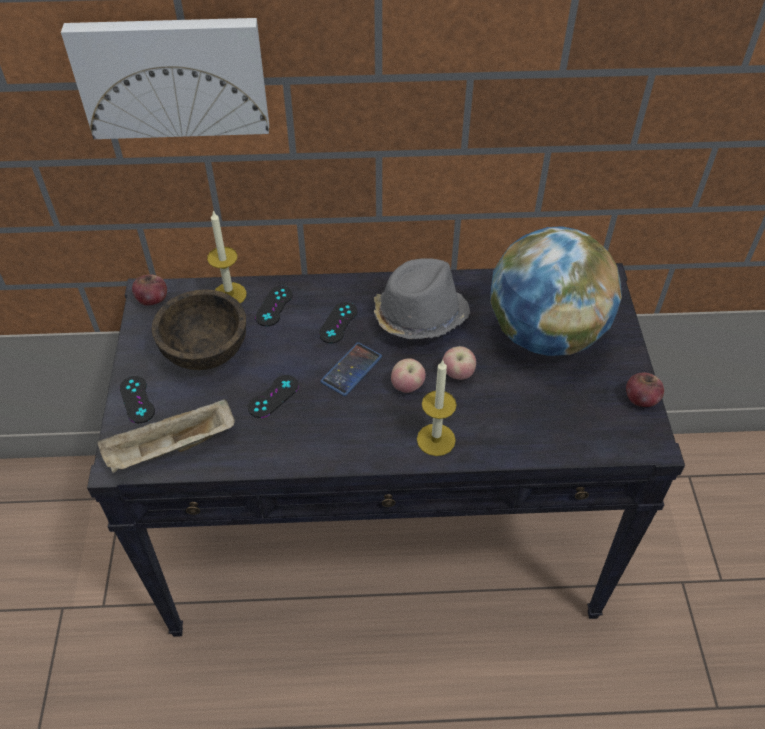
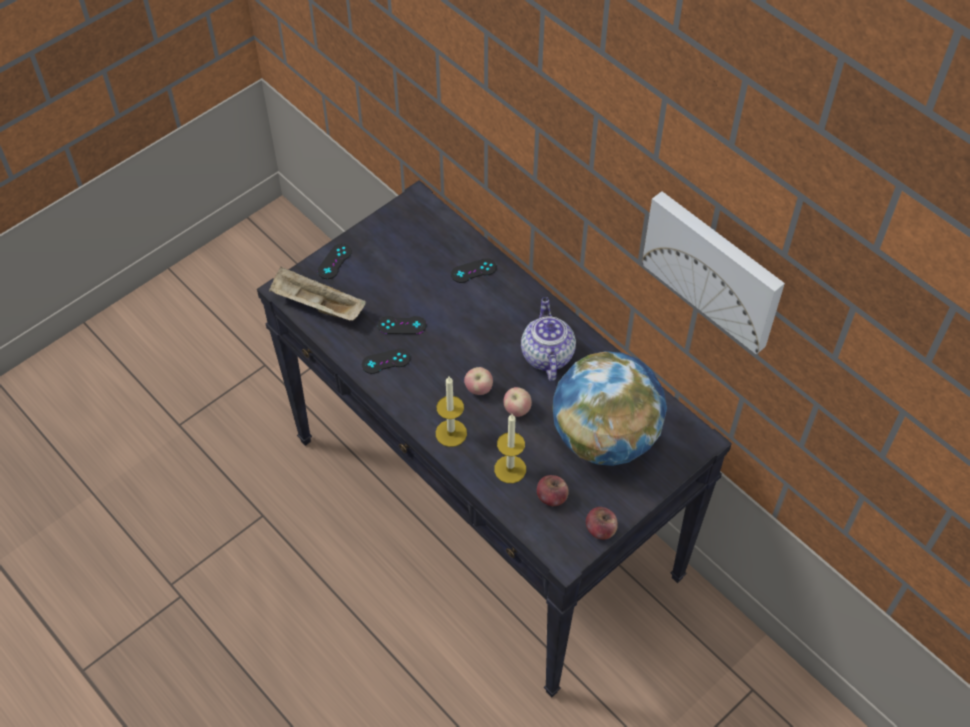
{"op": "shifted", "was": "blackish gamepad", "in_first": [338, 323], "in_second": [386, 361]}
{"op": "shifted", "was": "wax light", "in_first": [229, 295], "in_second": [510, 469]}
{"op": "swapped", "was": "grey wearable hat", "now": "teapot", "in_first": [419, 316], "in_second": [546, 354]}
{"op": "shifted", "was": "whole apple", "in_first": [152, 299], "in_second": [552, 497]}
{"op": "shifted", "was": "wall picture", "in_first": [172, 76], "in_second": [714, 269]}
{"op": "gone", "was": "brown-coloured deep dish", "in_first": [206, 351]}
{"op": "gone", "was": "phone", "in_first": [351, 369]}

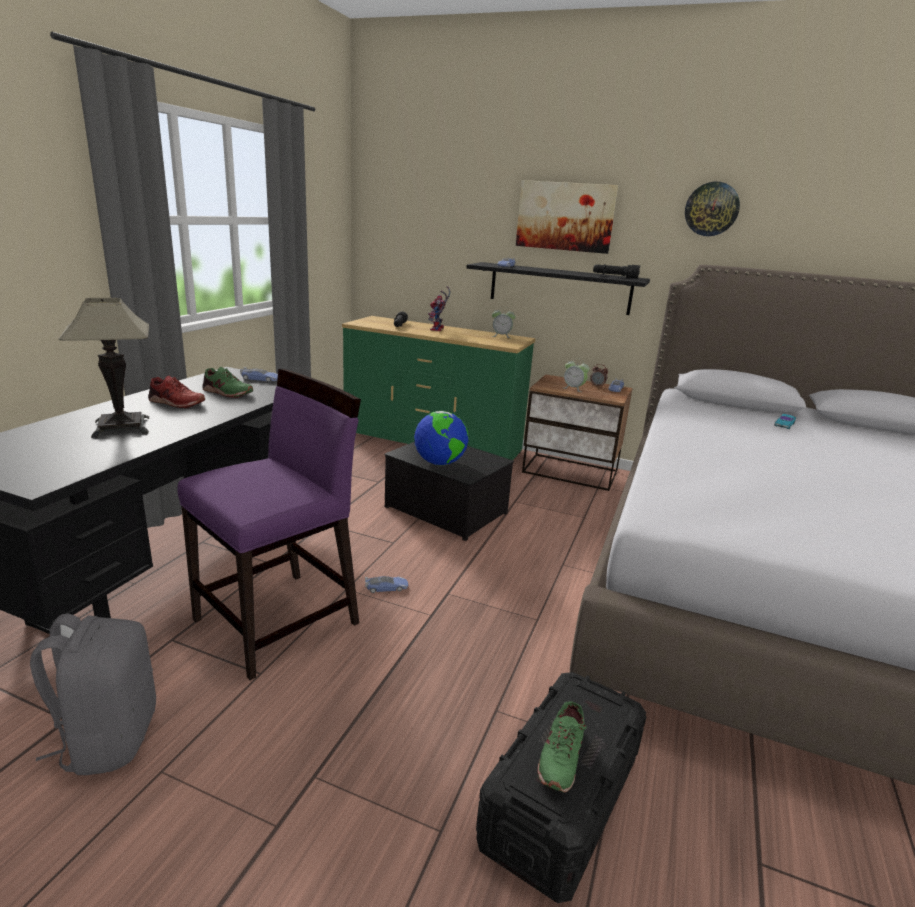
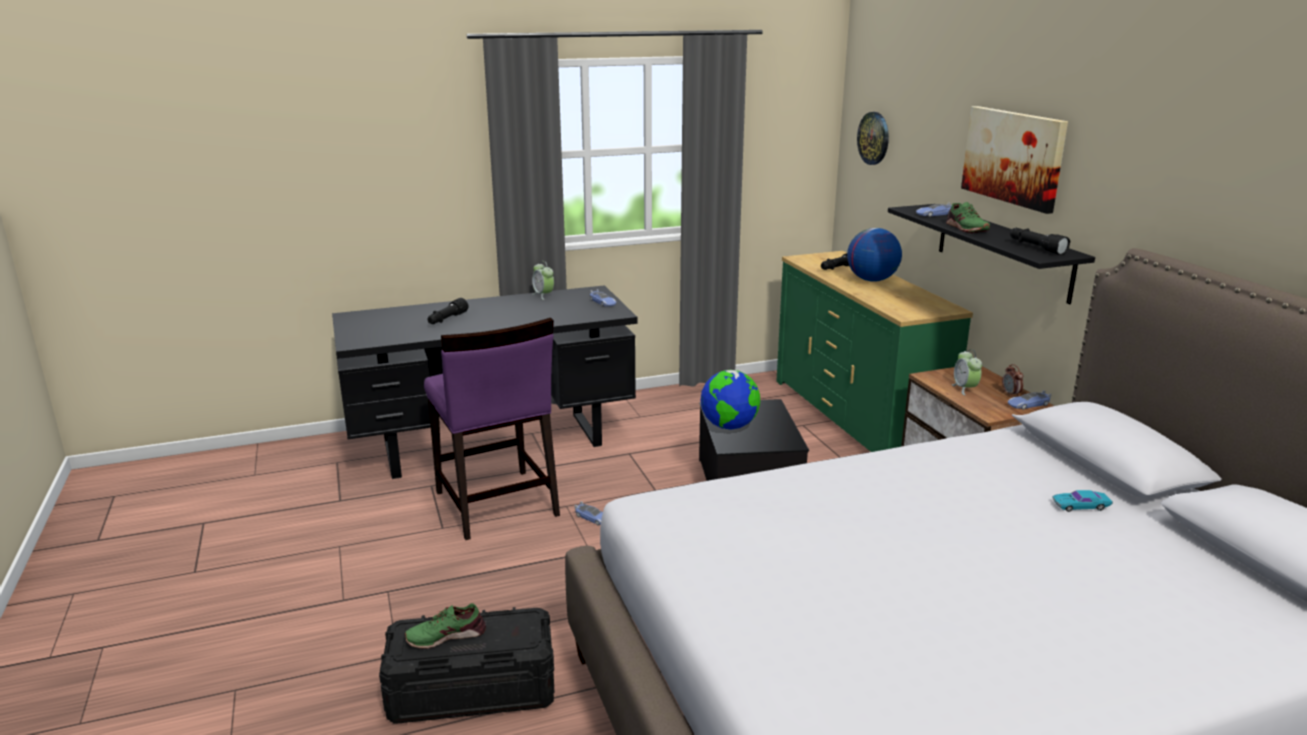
{"op": "rotated", "was": "purple-coloured plain chair", "in_first": [279, 621], "in_second": [496, 504], "clockwise": 60}
{"op": "swapped", "was": "table lamp", "now": "blackish flashlight", "in_first": [121, 427], "in_second": [447, 319]}
{"op": "shifted", "was": "bedside clock", "in_first": [501, 336], "in_second": [543, 295]}
{"op": "swapped", "was": "robot figure", "now": "desk globe", "in_first": [438, 329], "in_second": [871, 280]}
{"op": "shifted", "was": "clock on the wall", "in_first": [711, 209], "in_second": [874, 138]}
{"op": "shifted", "was": "greenish shoe", "in_first": [226, 392], "in_second": [966, 228]}
{"op": "gone", "was": "grey backpack", "in_first": [109, 738]}
{"op": "gone", "was": "reddish shoe", "in_first": [176, 402]}

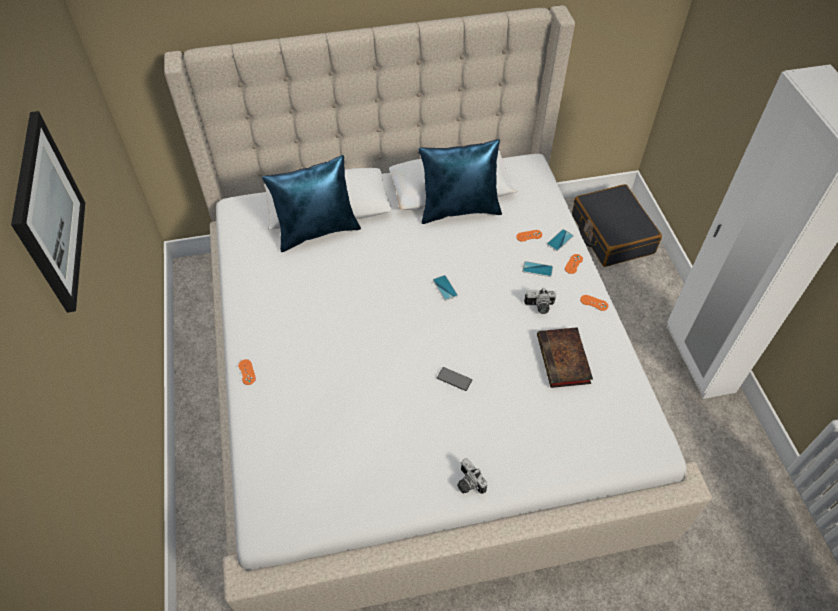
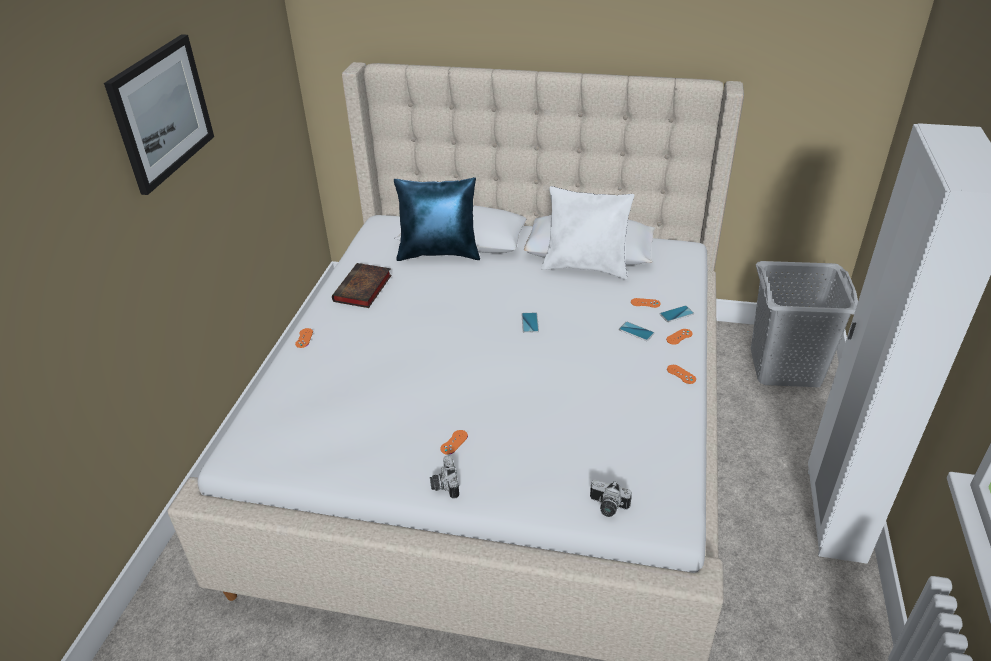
{"op": "shifted", "was": "bound book", "in_first": [564, 361], "in_second": [362, 290]}
{"op": "new", "now": "orangey gamepad", "in_second": [454, 442]}
{"op": "repainted", "was": "blue cushion", "now": "white-coloured cushion", "in_first": [459, 209], "in_second": [586, 267]}
{"op": "shifted", "was": "still camera", "in_first": [539, 307], "in_second": [607, 507]}
{"op": "swapped", "was": "blackish travel case", "now": "grey laundry basket", "in_first": [611, 234], "in_second": [785, 368]}
{"op": "gone", "was": "phone", "in_first": [454, 379]}

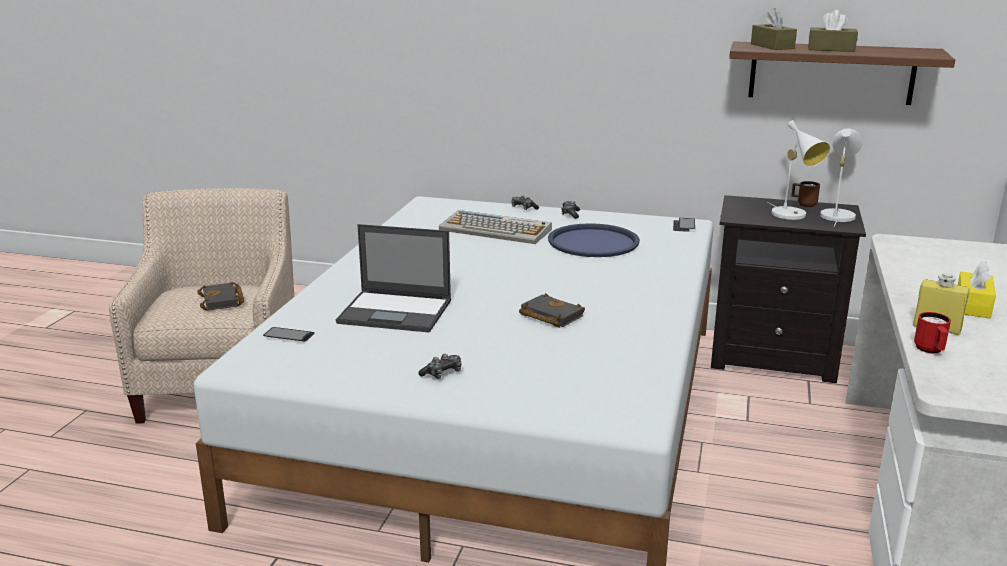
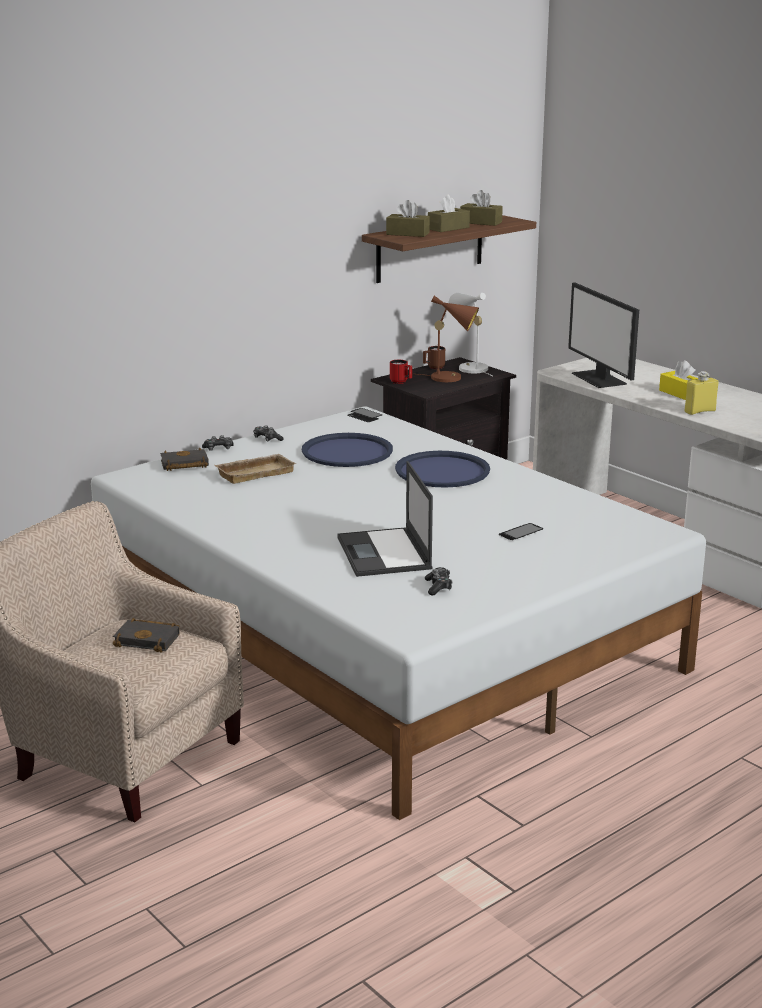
{"op": "shifted", "was": "blackish bound book", "in_first": [549, 316], "in_second": [183, 465]}
{"op": "swapped", "was": "PC keyboard", "now": "beige carrying tray", "in_first": [496, 229], "in_second": [255, 472]}
{"op": "rotated", "was": "portable computer", "in_first": [396, 312], "in_second": [384, 553], "clockwise": 120}
{"op": "shifted", "was": "reddish mug", "in_first": [930, 351], "in_second": [401, 382]}
{"op": "new", "now": "blue carrying tray", "in_second": [442, 471]}
{"op": "repainted", "was": "white-coloured table lamp", "now": "brown-coloured table lamp", "in_first": [792, 216], "in_second": [451, 378]}
{"op": "shifted", "was": "gamepad", "in_first": [442, 373], "in_second": [438, 587]}
{"op": "new", "now": "brown-coloured tissue box", "in_second": [481, 222]}
{"op": "shifted", "was": "phone", "in_first": [289, 336], "in_second": [520, 533]}
{"op": "new", "now": "computer screen", "in_second": [600, 379]}

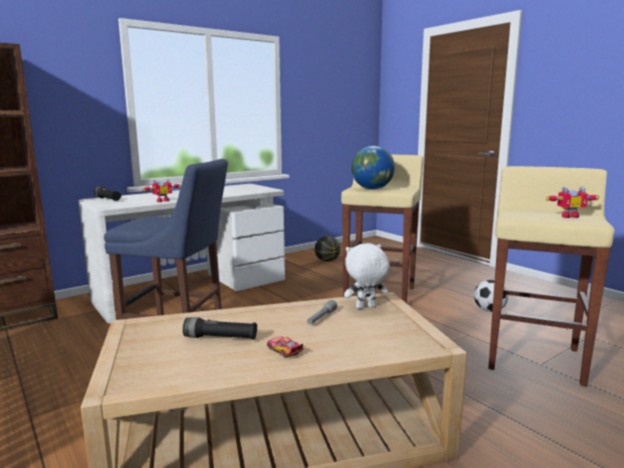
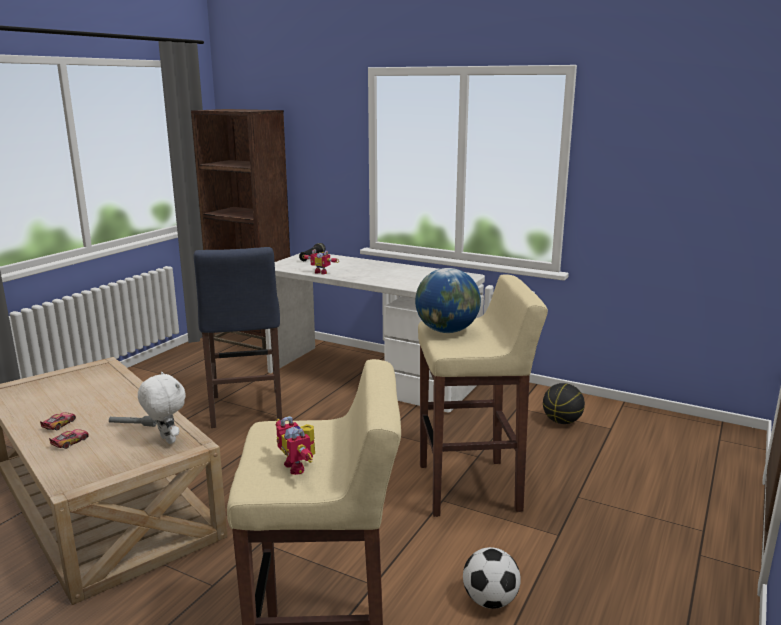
{"op": "new", "now": "toy car", "in_second": [70, 442]}
{"op": "gone", "was": "blackish flashlight", "in_first": [220, 338]}

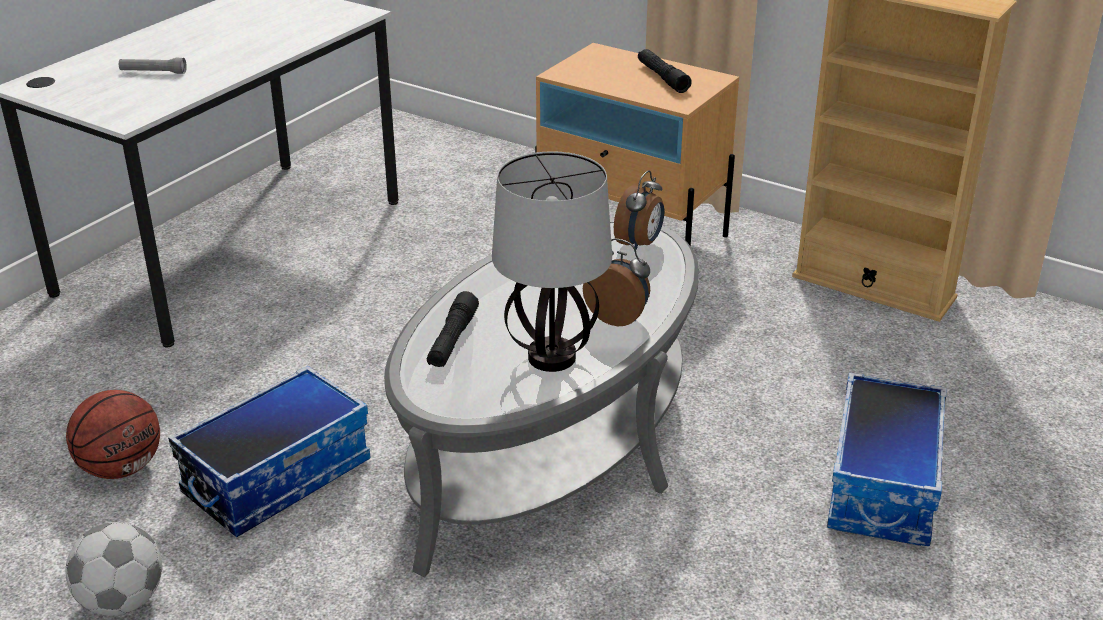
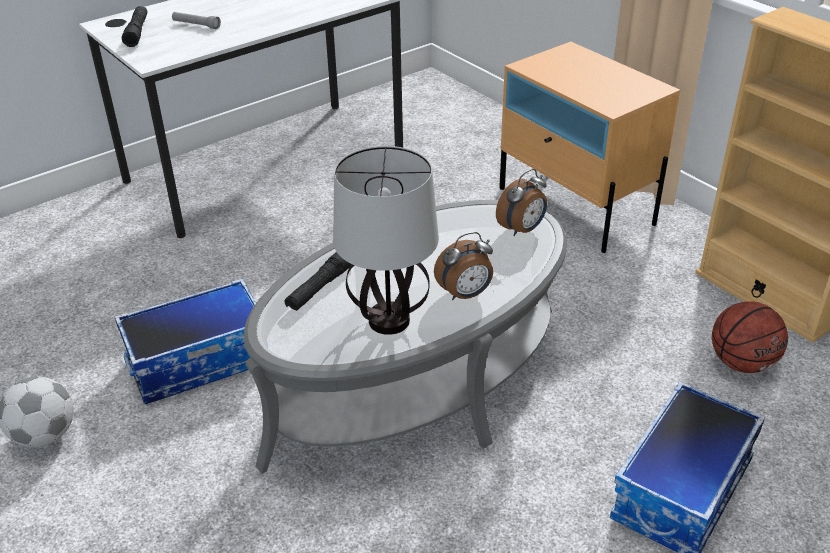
{"op": "shifted", "was": "blackish flashlight", "in_first": [662, 78], "in_second": [137, 32]}
{"op": "rotated", "was": "bedside clock", "in_first": [618, 317], "in_second": [465, 294], "clockwise": 105}
{"op": "shifted", "was": "basketball", "in_first": [122, 468], "in_second": [742, 363]}

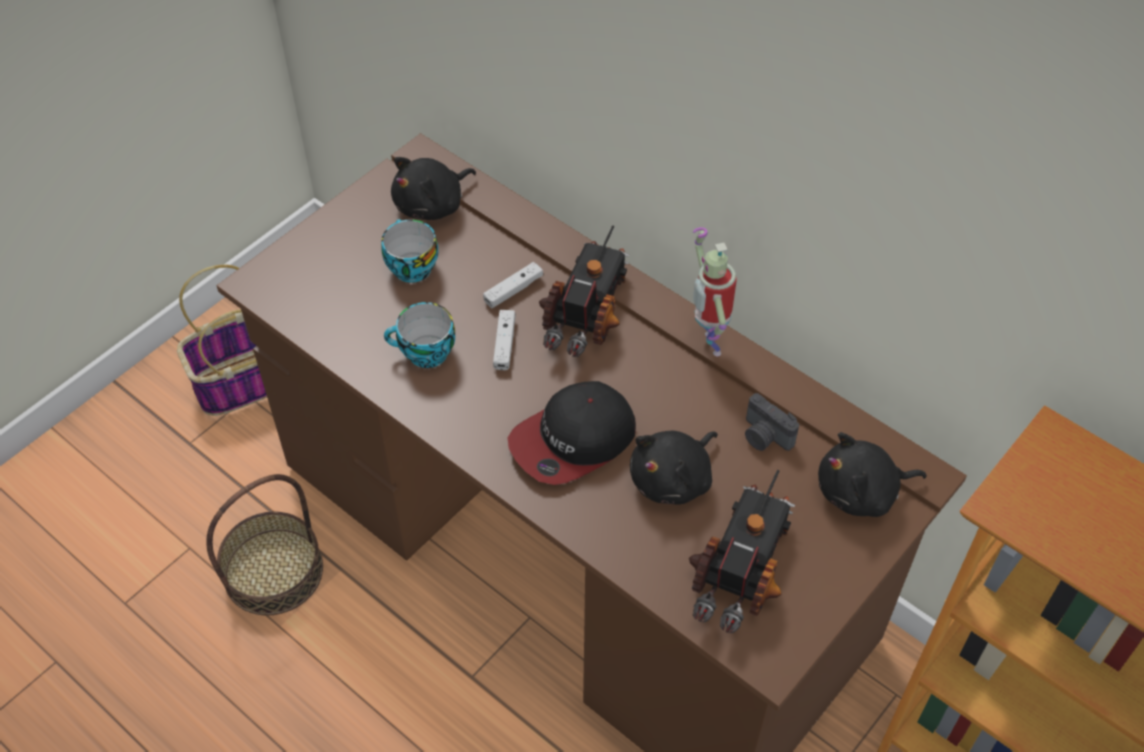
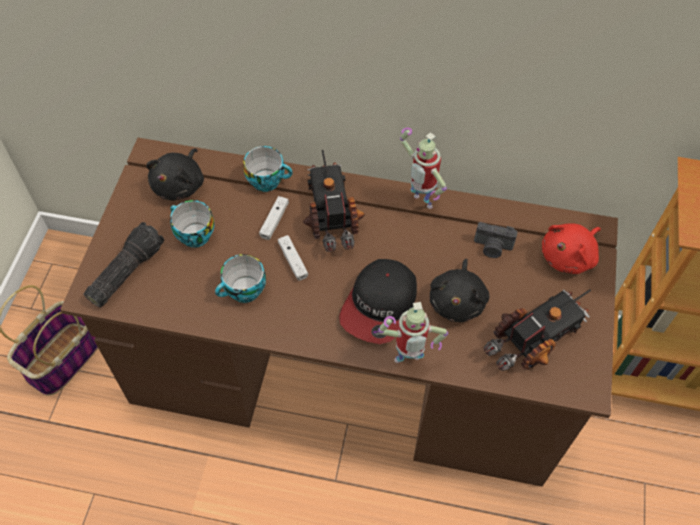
{"op": "new", "now": "flashlight", "in_second": [125, 271]}
{"op": "new", "now": "small cup", "in_second": [268, 180]}
{"op": "new", "now": "robot figure", "in_second": [407, 362]}
{"op": "rotated", "was": "toy truck", "in_first": [742, 569], "in_second": [534, 339], "clockwise": 60}
{"op": "repainted", "was": "blackish soft toy", "now": "reddish soft toy", "in_first": [861, 492], "in_second": [569, 256]}
{"op": "gone", "was": "basket", "in_first": [273, 571]}

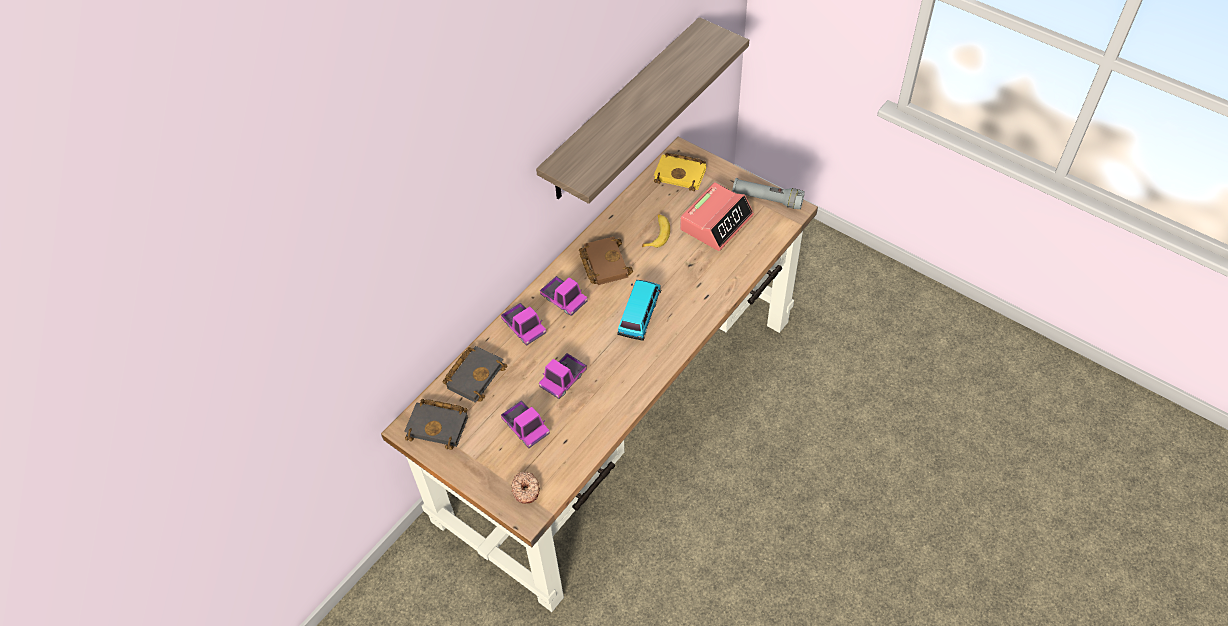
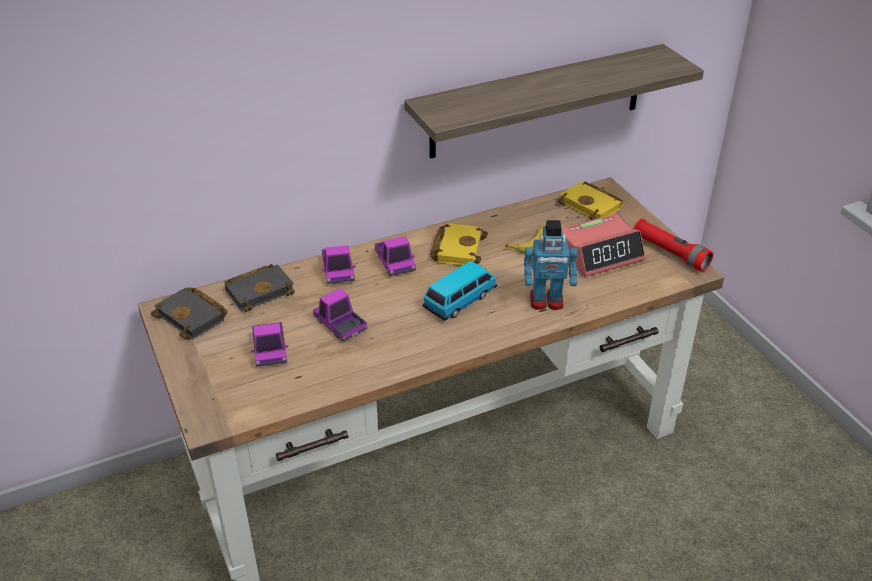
{"op": "rotated", "was": "toy truck", "in_first": [563, 379], "in_second": [340, 325], "clockwise": 75}
{"op": "repainted", "was": "brown-coloured bound book", "now": "yellow-coloured bound book", "in_first": [603, 263], "in_second": [457, 248]}
{"op": "new", "now": "robot figure", "in_second": [546, 301]}
{"op": "repainted", "was": "grey flashlight", "now": "reddish flashlight", "in_first": [767, 199], "in_second": [670, 253]}
{"op": "gone", "was": "ring doughnut", "in_first": [526, 490]}

